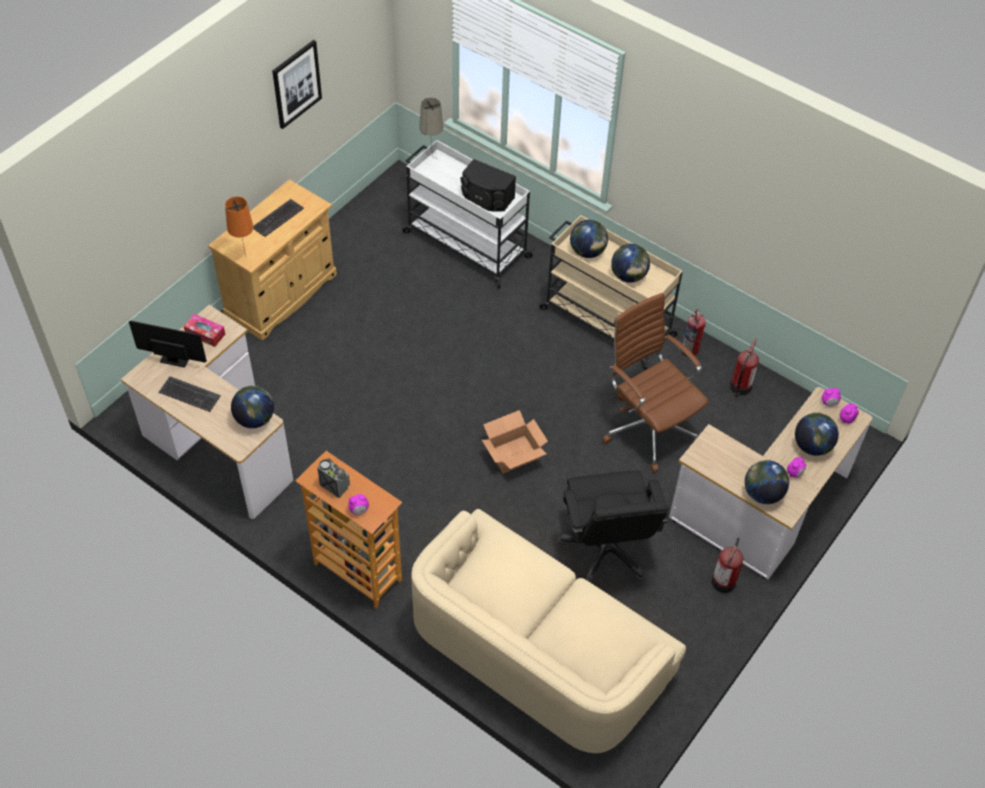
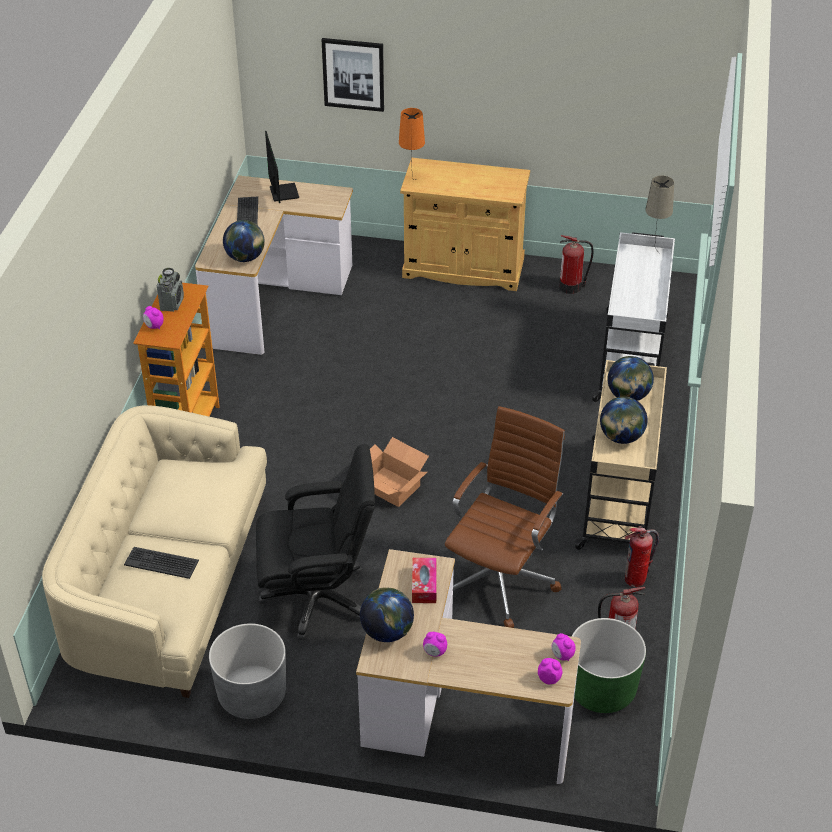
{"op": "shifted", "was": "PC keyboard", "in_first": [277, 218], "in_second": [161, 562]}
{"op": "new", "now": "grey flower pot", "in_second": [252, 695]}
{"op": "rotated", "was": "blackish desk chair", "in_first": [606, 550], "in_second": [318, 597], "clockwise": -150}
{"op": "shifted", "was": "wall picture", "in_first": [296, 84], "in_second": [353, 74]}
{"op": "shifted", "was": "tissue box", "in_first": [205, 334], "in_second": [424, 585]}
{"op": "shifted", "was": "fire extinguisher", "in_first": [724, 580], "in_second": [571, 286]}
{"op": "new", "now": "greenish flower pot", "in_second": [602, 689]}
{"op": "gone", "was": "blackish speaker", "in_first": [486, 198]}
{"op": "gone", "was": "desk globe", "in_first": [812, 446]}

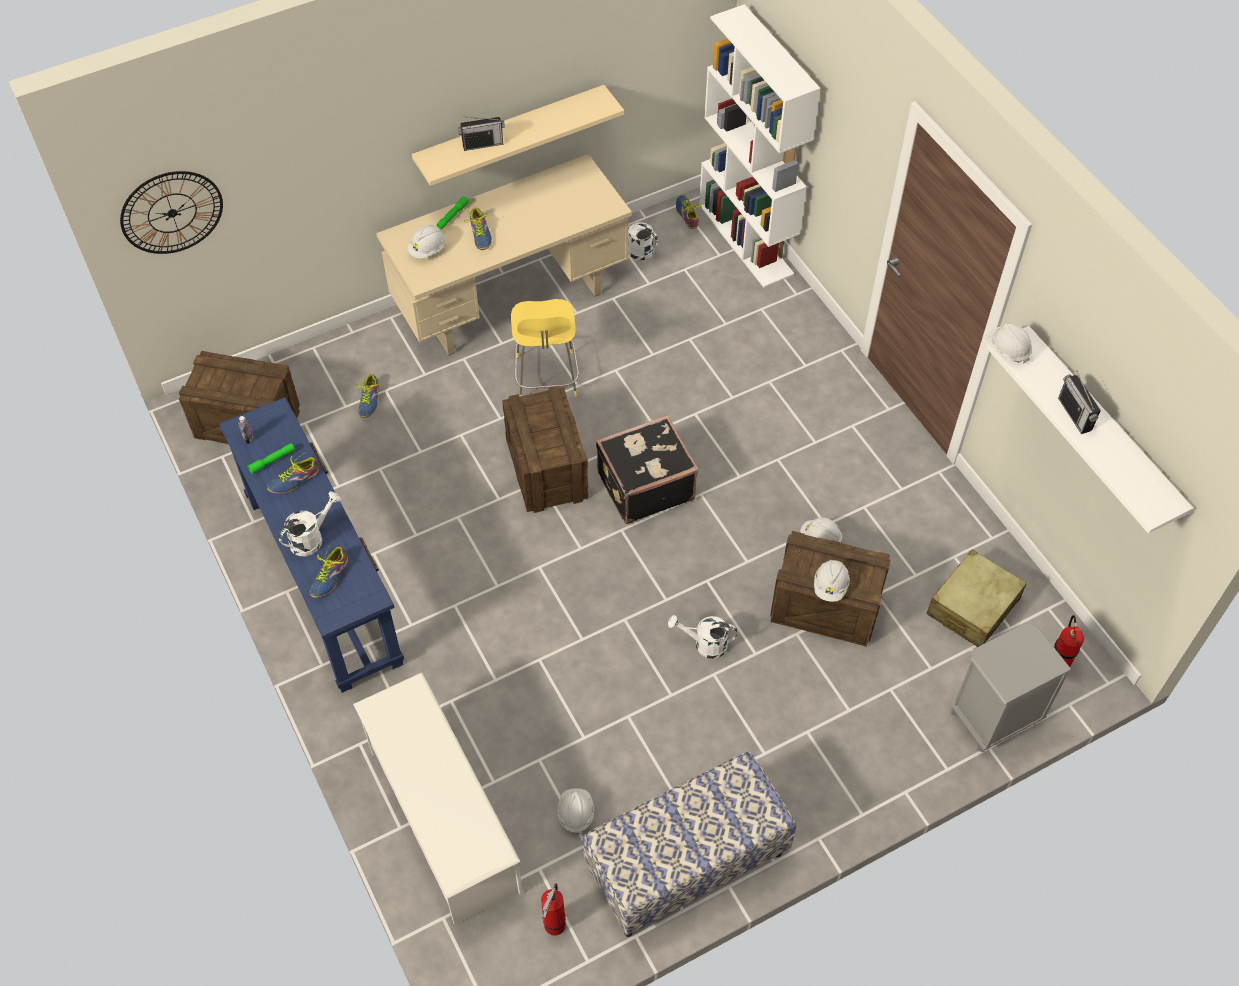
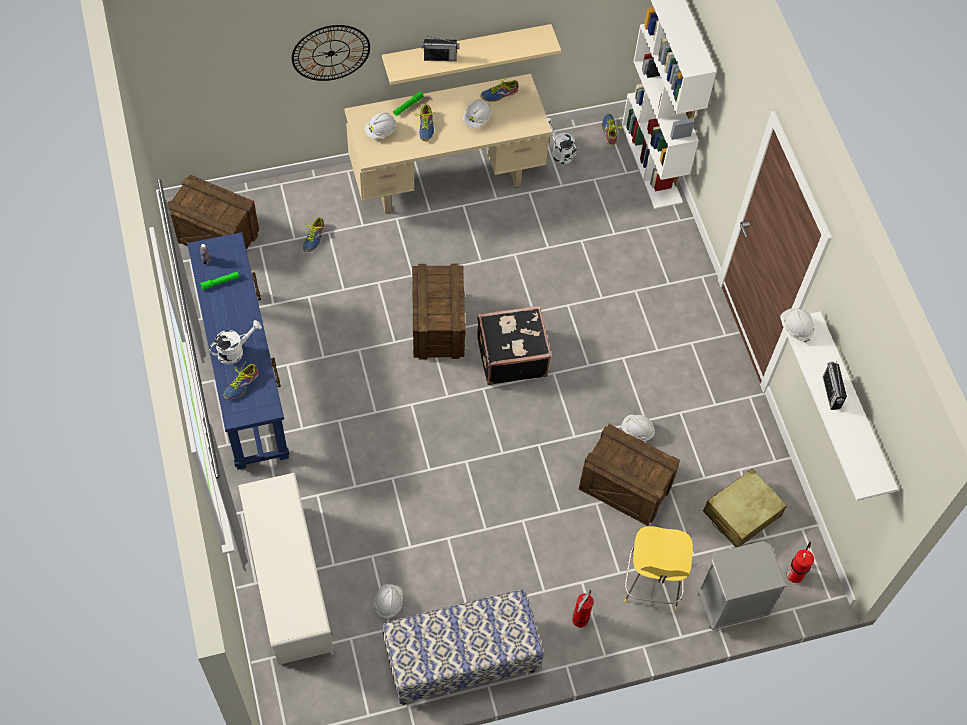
{"op": "shifted", "was": "clock on the wall", "in_first": [172, 212], "in_second": [331, 53]}
{"op": "shifted", "was": "white-coloured safety helmet", "in_first": [830, 586], "in_second": [477, 119]}
{"op": "shifted", "was": "shoe", "in_first": [294, 480], "in_second": [499, 94]}
{"op": "shifted", "was": "fire extinguisher", "in_first": [553, 927], "in_second": [579, 621]}
{"op": "shifted", "was": "yellow-coloured stool", "in_first": [546, 378], "in_second": [652, 583]}
{"op": "gone", "was": "white-coloured watering can", "in_first": [704, 644]}

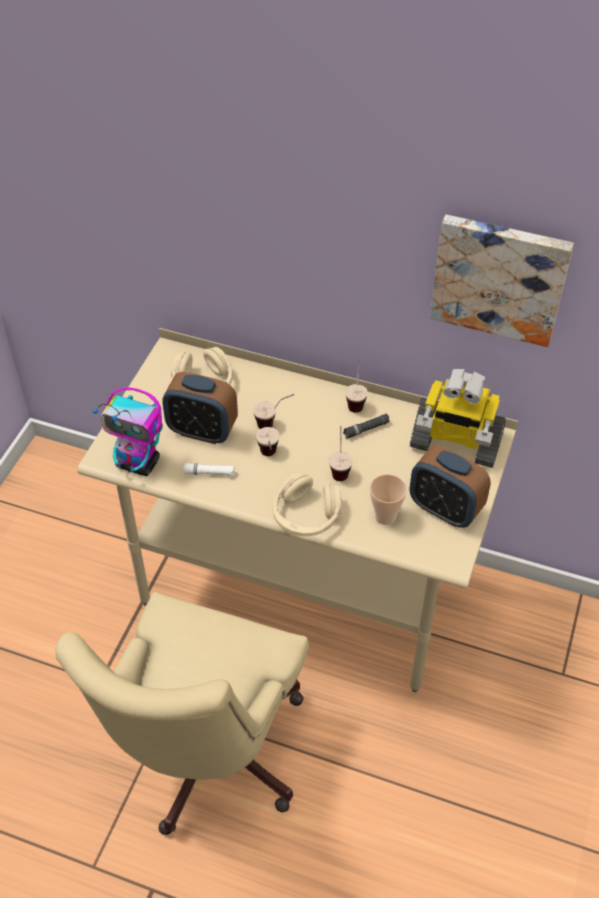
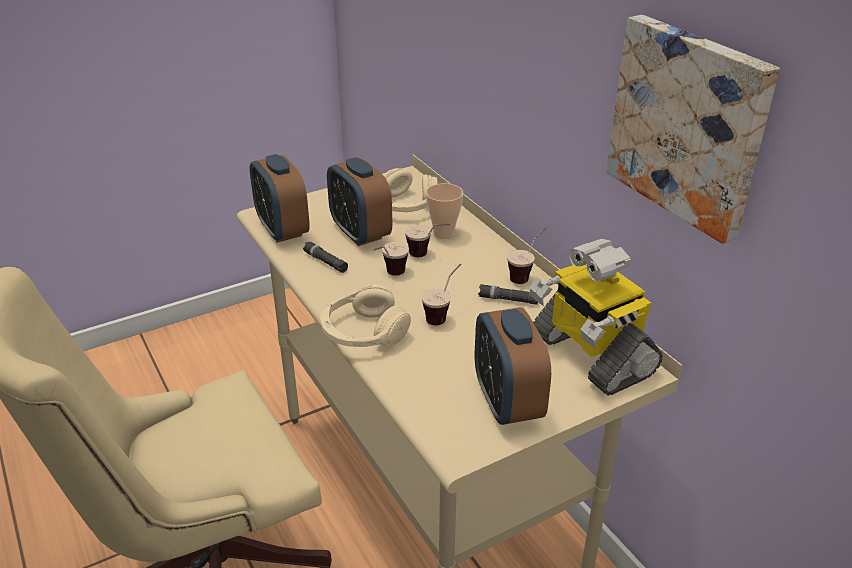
{"op": "swapped", "was": "robot figure", "now": "bedside clock", "in_first": [139, 463], "in_second": [282, 230]}
{"op": "repainted", "was": "white-coloured flashlight", "now": "blackish flashlight", "in_first": [209, 473], "in_second": [325, 261]}
{"op": "shifted", "was": "small cup", "in_first": [385, 516], "in_second": [443, 233]}

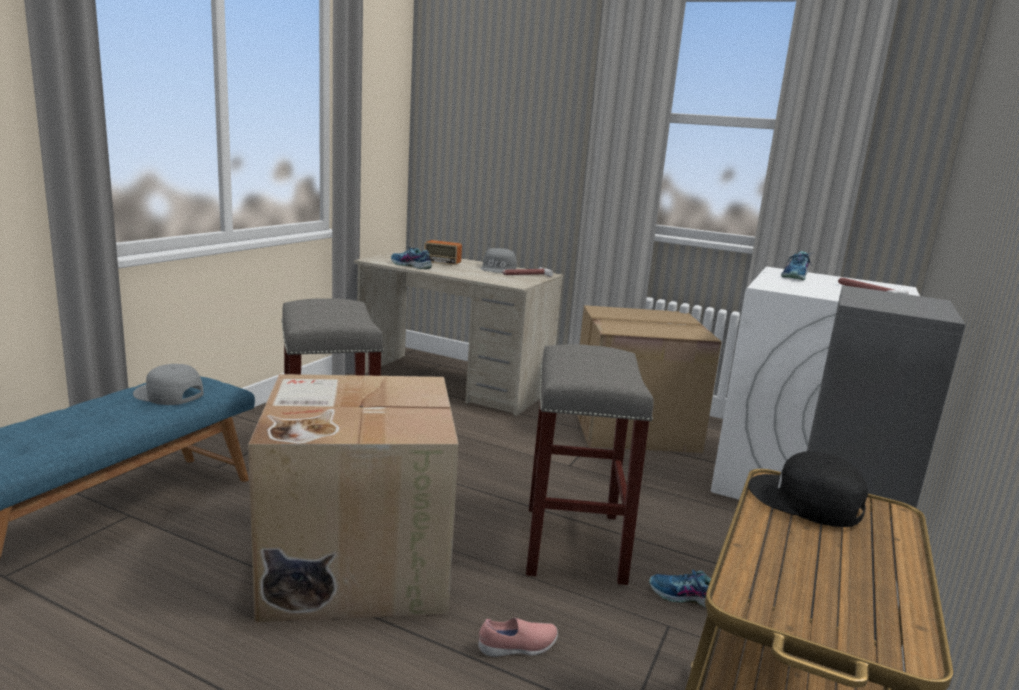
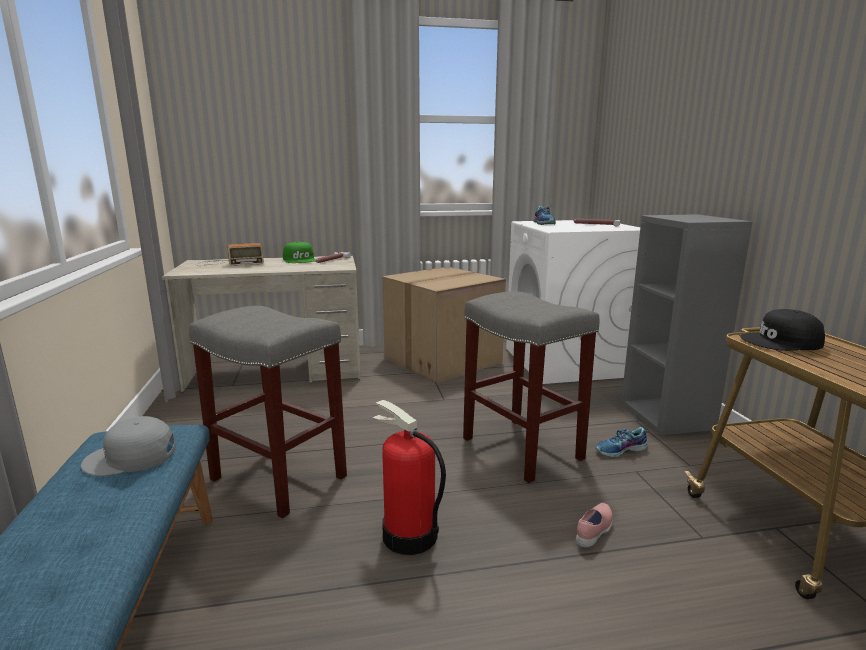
{"op": "repainted", "was": "grey baseball cap", "now": "greenish baseball cap", "in_first": [499, 268], "in_second": [300, 260]}
{"op": "swapped", "was": "packing box", "now": "fire extinguisher", "in_first": [355, 561], "in_second": [408, 536]}
{"op": "gone", "was": "shoe", "in_first": [410, 265]}

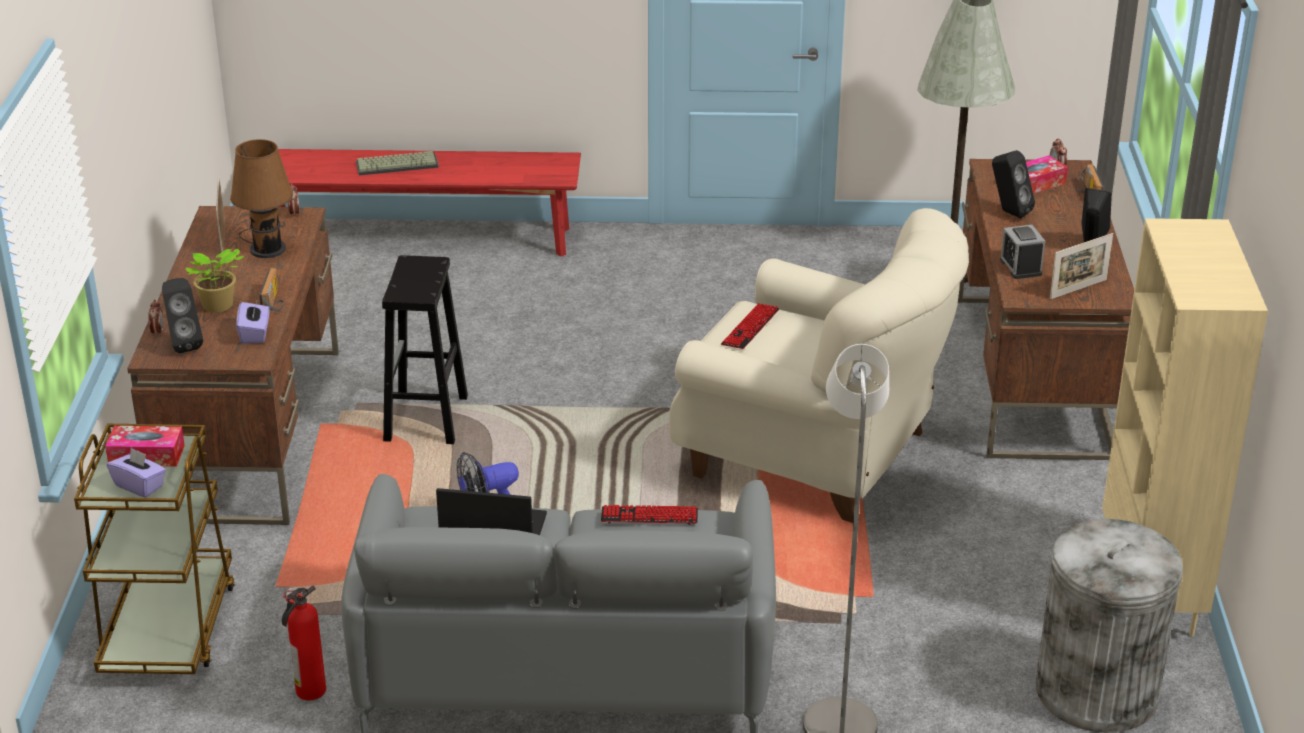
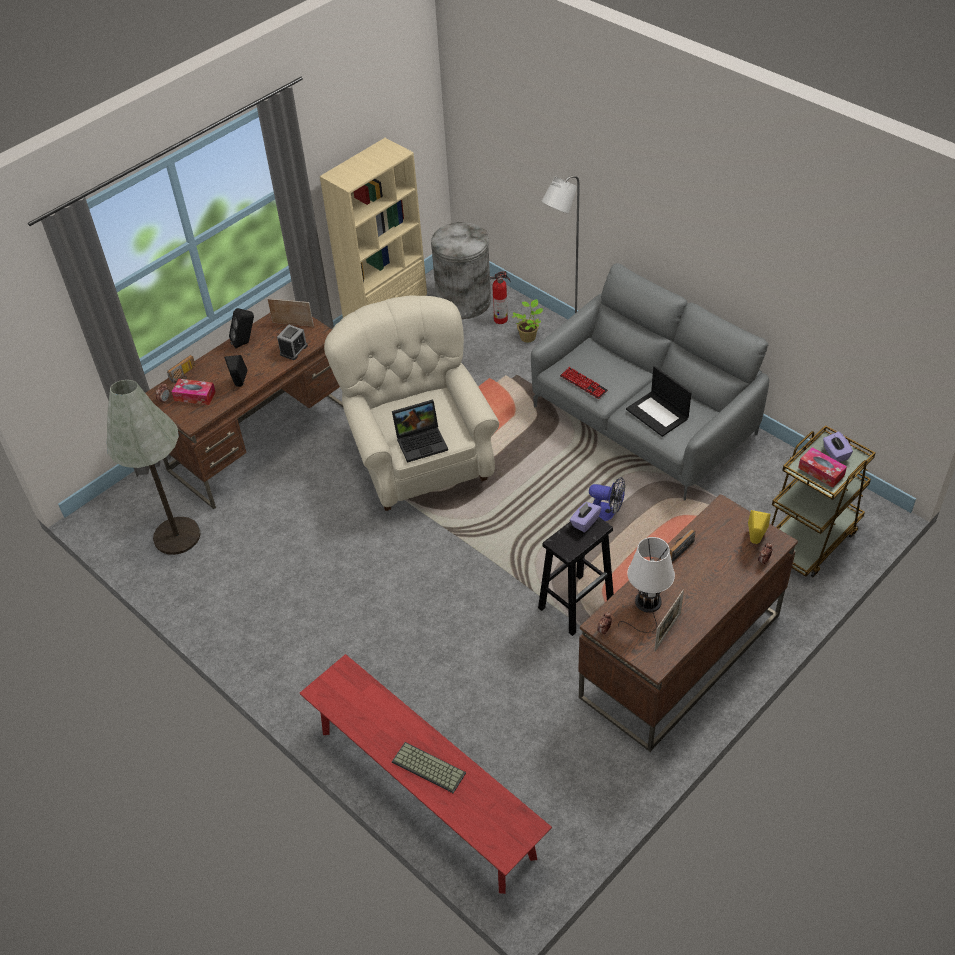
{"op": "swapped", "was": "PC keyboard", "now": "portable computer", "in_first": [750, 328], "in_second": [422, 441]}
{"op": "shifted", "was": "fire extinguisher", "in_first": [309, 691], "in_second": [501, 319]}
{"op": "shifted", "was": "plant in a pot", "in_first": [218, 306], "in_second": [528, 336]}
{"op": "shifted", "was": "purple-coloured tissue box", "in_first": [255, 334], "in_second": [585, 522]}
{"op": "repainted", "was": "brown-coloured table lamp", "now": "white-coloured table lamp", "in_first": [266, 247], "in_second": [647, 604]}
{"op": "repainted", "was": "blackish speaker", "now": "yellow-coloured speaker", "in_first": [183, 344], "in_second": [754, 542]}

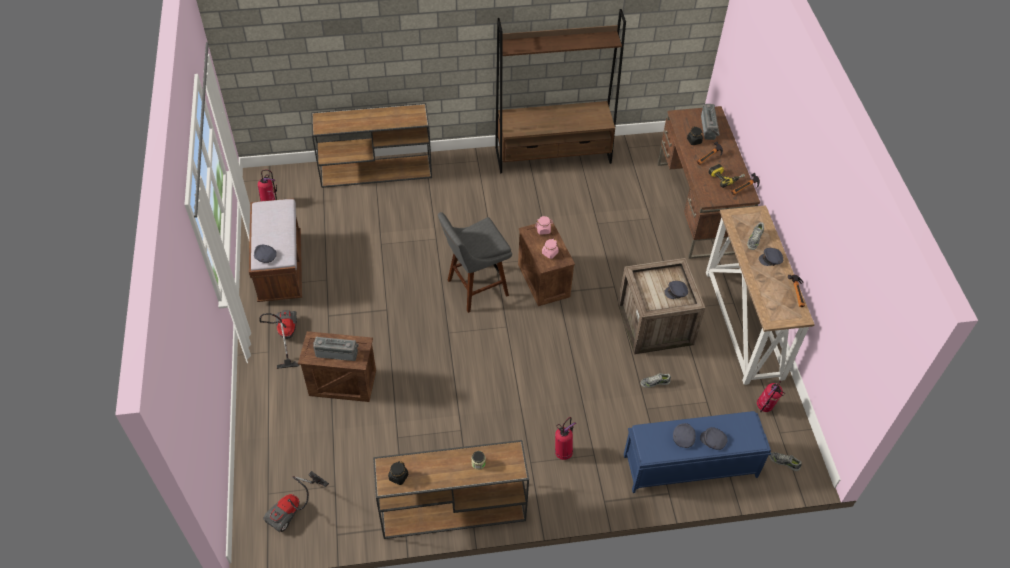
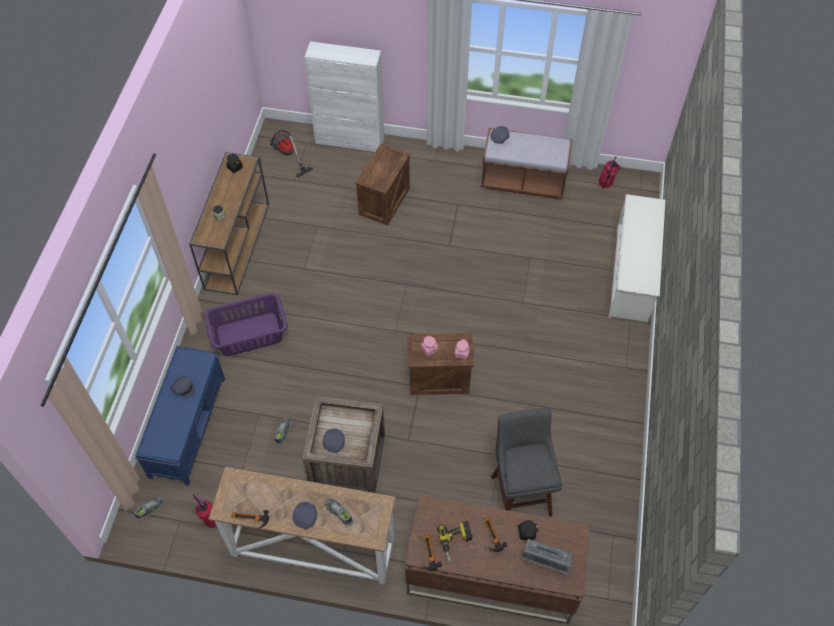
{"op": "swapped", "was": "fire extinguisher", "now": "purple-coloured laundry basket", "in_first": [563, 452], "in_second": [249, 334]}
{"op": "new", "now": "white-coloured cupboard", "in_second": [350, 140]}
{"op": "shifted", "was": "grey stool", "in_first": [474, 289], "in_second": [520, 492]}
{"op": "swapped", "was": "brown-coloured hall table", "now": "white-coloured shoe shelf", "in_first": [377, 170], "in_second": [631, 274]}
{"op": "gone", "was": "vacuum", "in_first": [285, 337]}
{"op": "gone", "was": "radio receiver", "in_first": [337, 352]}
{"op": "gone", "was": "brown-coloured bookshelf", "in_first": [553, 155]}
{"op": "gone", "was": "grey baseball cap", "in_first": [713, 441]}

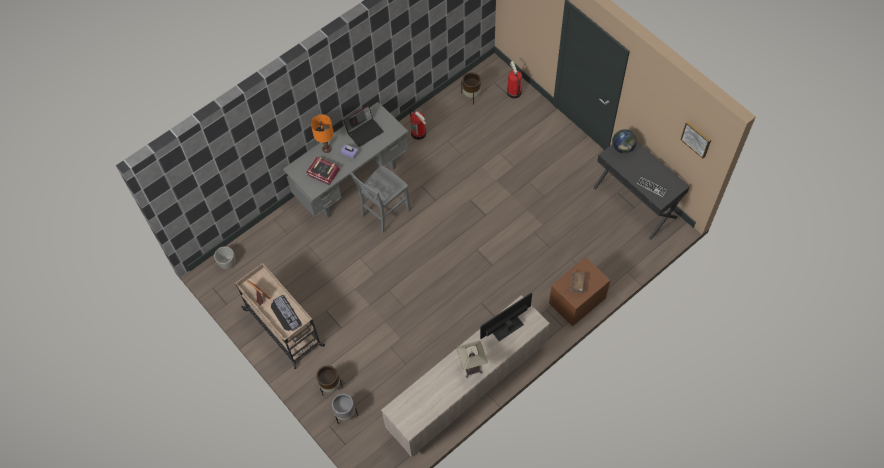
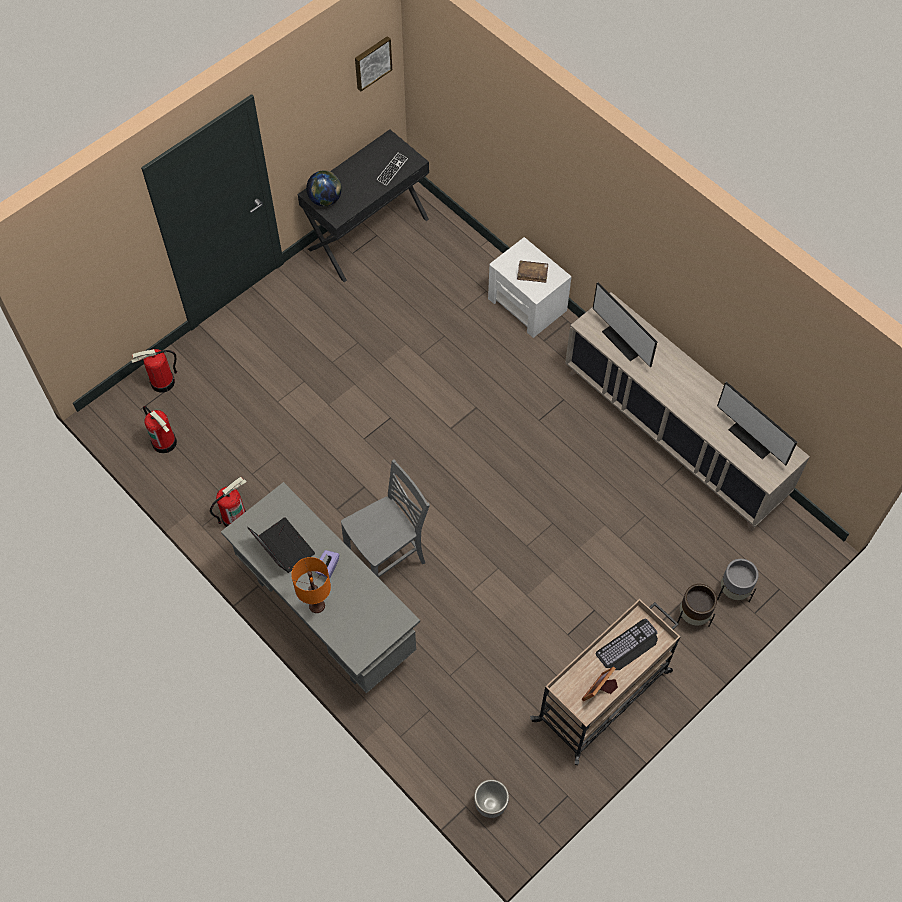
{"op": "swapped", "was": "brown-coloured flower pot", "now": "fire extinguisher", "in_first": [471, 96], "in_second": [165, 442]}
{"op": "rotated", "was": "grey plain chair", "in_first": [384, 213], "in_second": [388, 560], "clockwise": -75}
{"op": "repainted", "was": "brown-coloured bedside table", "now": "white-coloured bedside table", "in_first": [576, 300], "in_second": [527, 305]}
{"op": "new", "now": "computer screen", "in_second": [752, 438]}
{"op": "gone", "was": "bound book", "in_first": [323, 172]}
{"op": "gone", "was": "table lamp", "in_first": [472, 367]}

